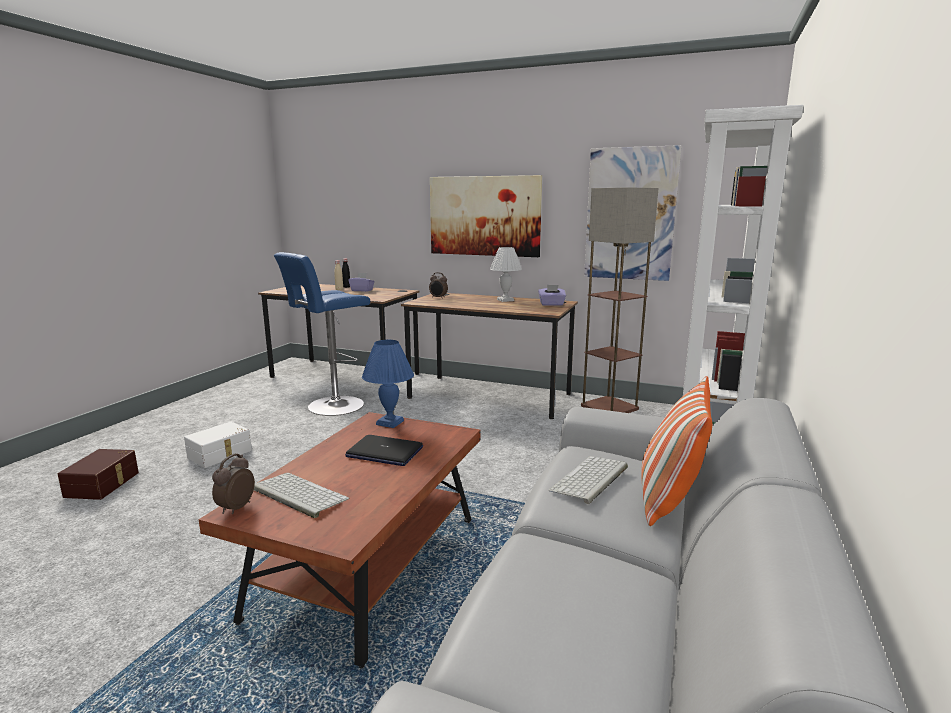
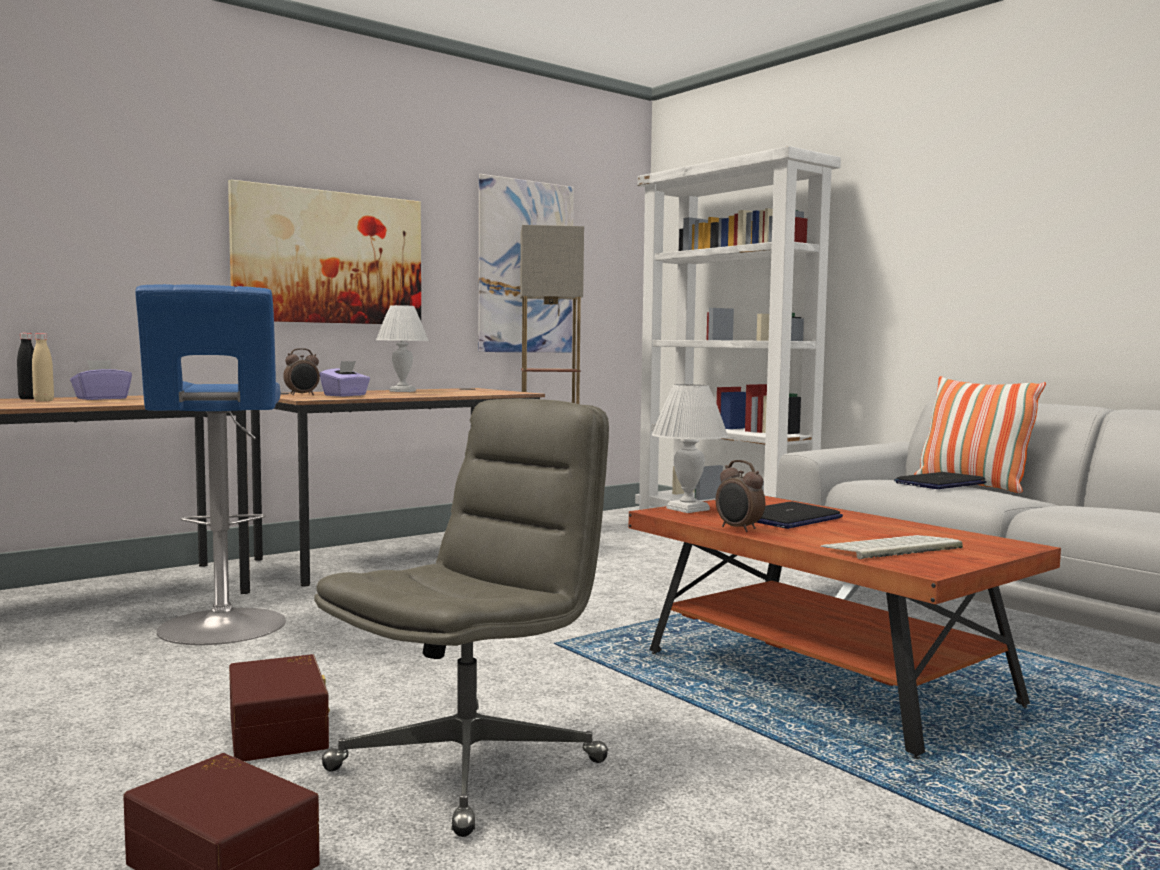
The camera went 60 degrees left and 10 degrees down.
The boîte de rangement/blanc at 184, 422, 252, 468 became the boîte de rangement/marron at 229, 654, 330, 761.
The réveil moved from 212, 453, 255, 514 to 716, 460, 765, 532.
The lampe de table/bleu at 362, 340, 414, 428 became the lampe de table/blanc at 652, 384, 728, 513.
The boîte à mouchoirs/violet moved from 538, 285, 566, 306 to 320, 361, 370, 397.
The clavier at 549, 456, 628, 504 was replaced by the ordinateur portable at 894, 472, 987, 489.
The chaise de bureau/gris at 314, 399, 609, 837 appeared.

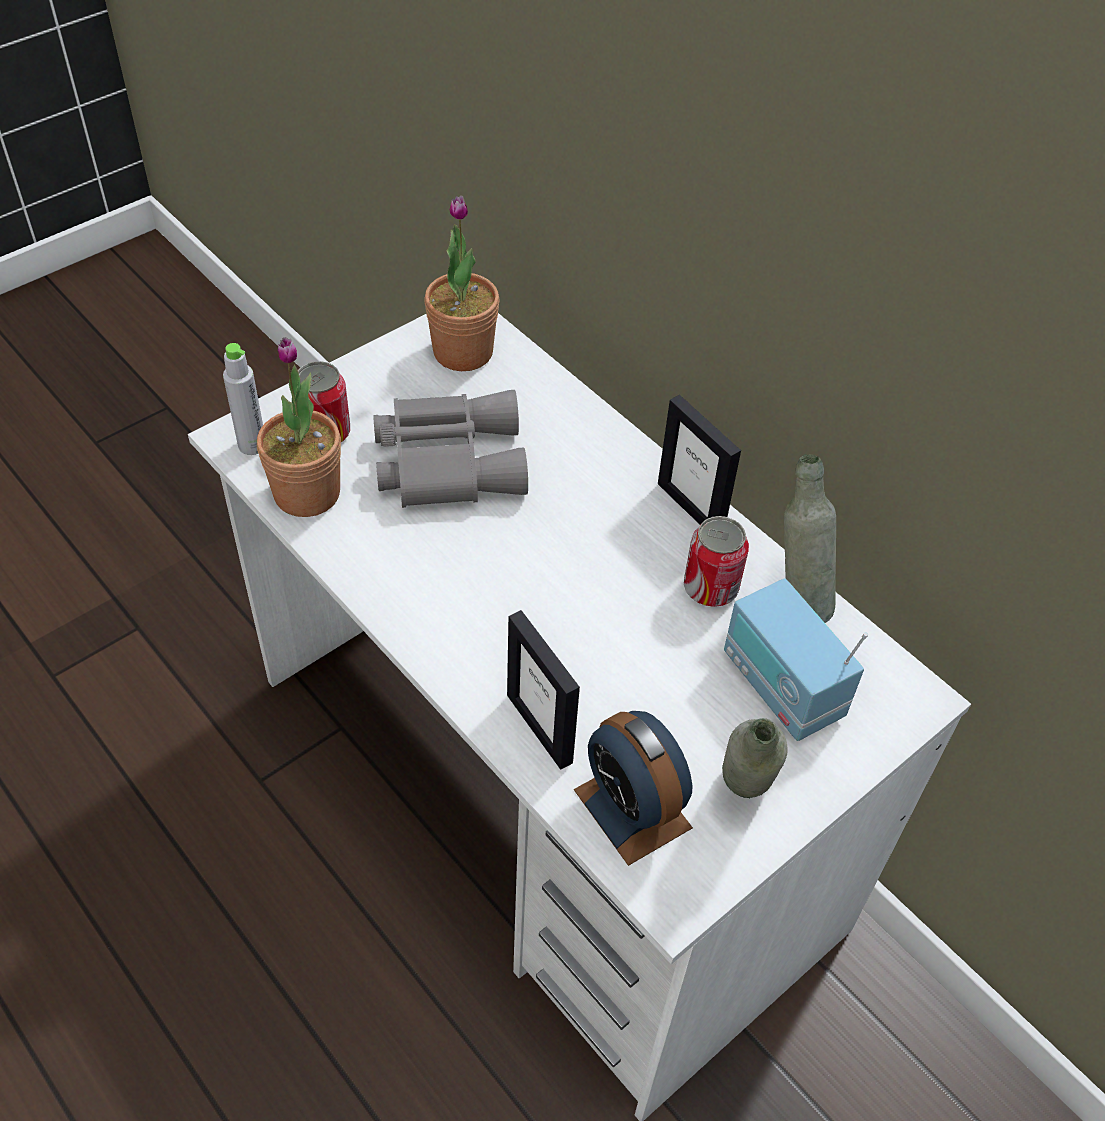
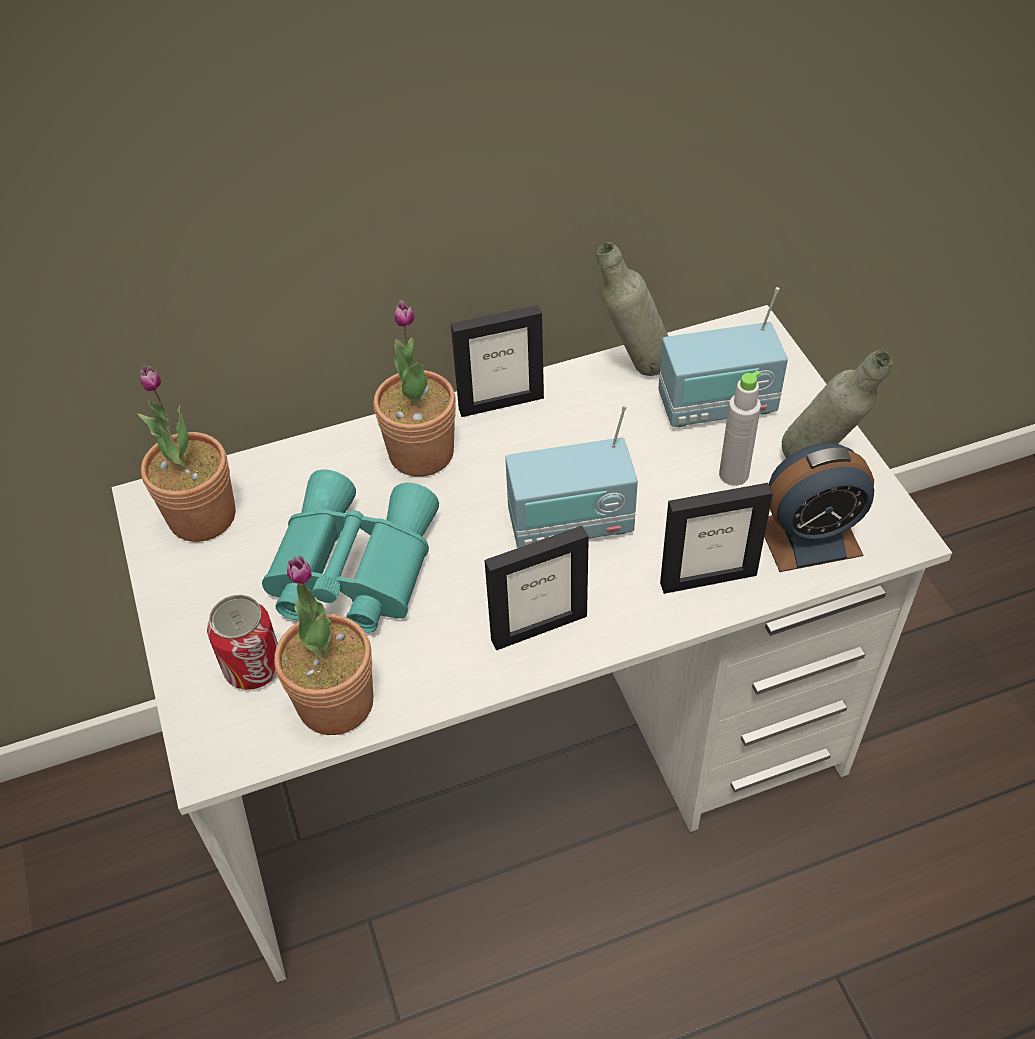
The camera went 65 degrees left and 0 degrees up.
The bouteille/gris moved from 223, 343, 263, 455 to 719, 371, 761, 486.
The jumelles/gris at 373, 390, 528, 508 became the jumelles/turquoise at 262, 469, 439, 633.
The boîte métallique at 684, 516, 749, 607 disappeared.
The plante en pot at 374, 300, 456, 477 appeared.
The cadre photo at 484, 526, 589, 650 appeared.
The radio at 505, 405, 638, 548 appeared.

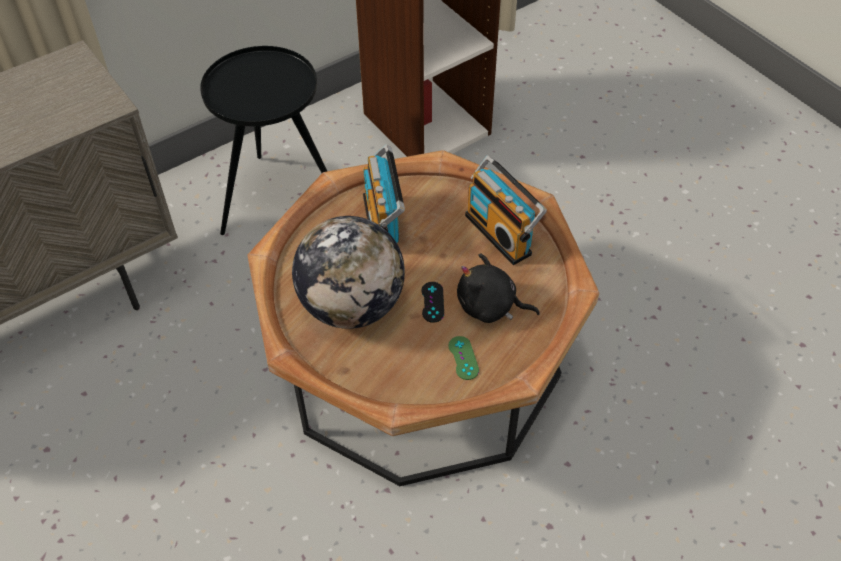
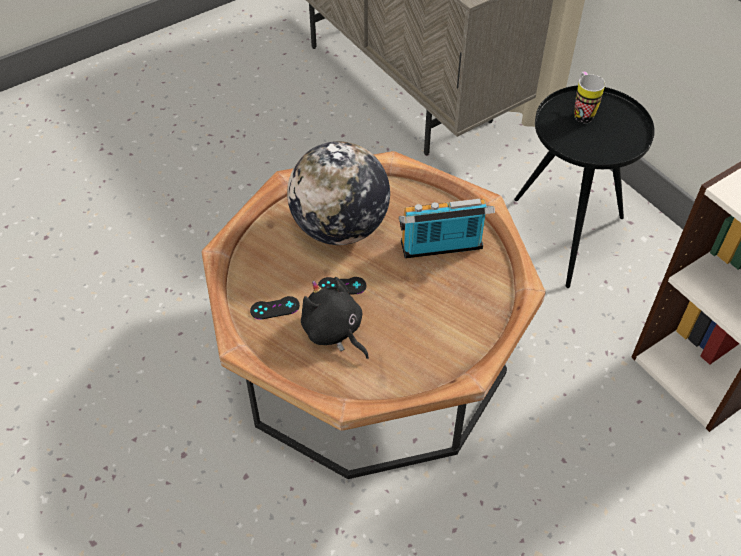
The camera went 90 degrees right and 0 degrees up.
The manette/vert at 448, 336, 479, 380 became the manette/noir at 250, 296, 300, 320.
The peluche/noir at 457, 254, 540, 323 turned 60 degrees counterclockwise.
The radio at 465, 156, 547, 265 disappeared.
The mug at 575, 72, 605, 123 appeared.

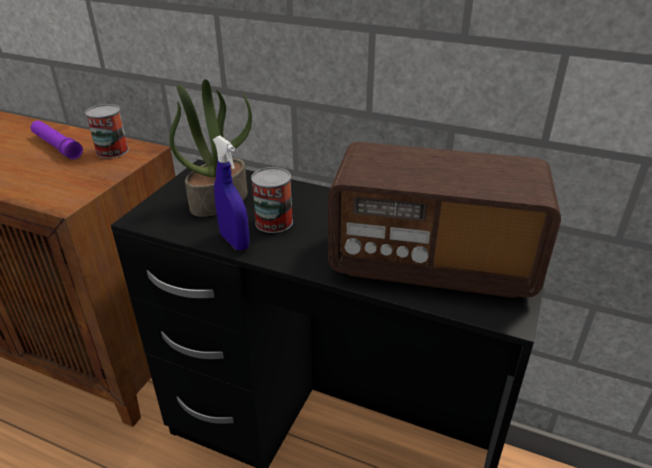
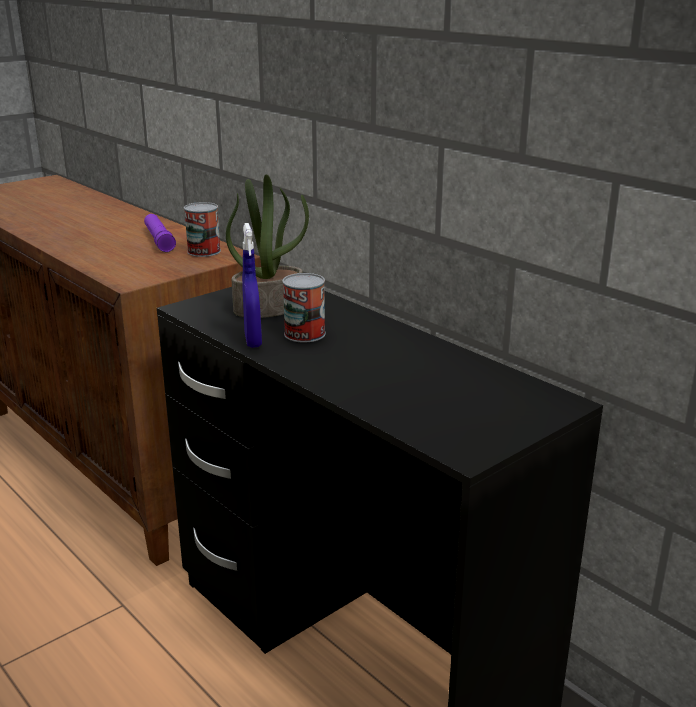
The camera went 25 degrees right and 10 degrees down.
The radio at 328, 142, 561, 298 disappeared.

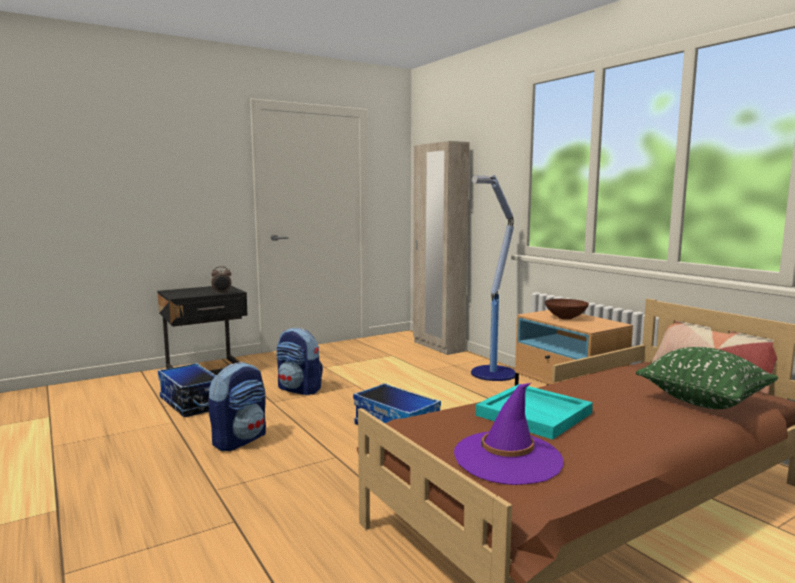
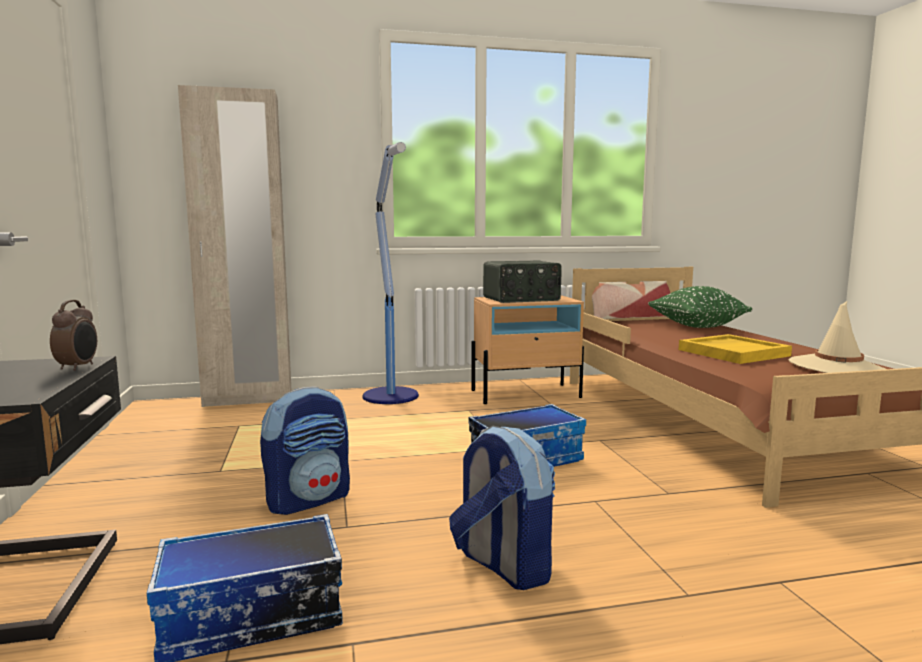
The camera went 70 degrees left and 0 degrees up.
The chapeau/violet at 454, 383, 563, 485 became the chapeau/beige at 789, 301, 885, 373.
The plateau/turquoise at 476, 384, 593, 440 became the plateau/jaune at 679, 334, 792, 364.
The bol/marron at 545, 299, 589, 320 was replaced by the radio at 483, 261, 562, 303.

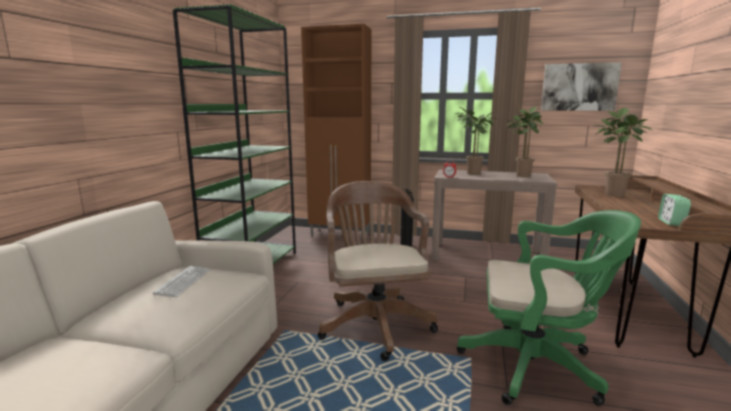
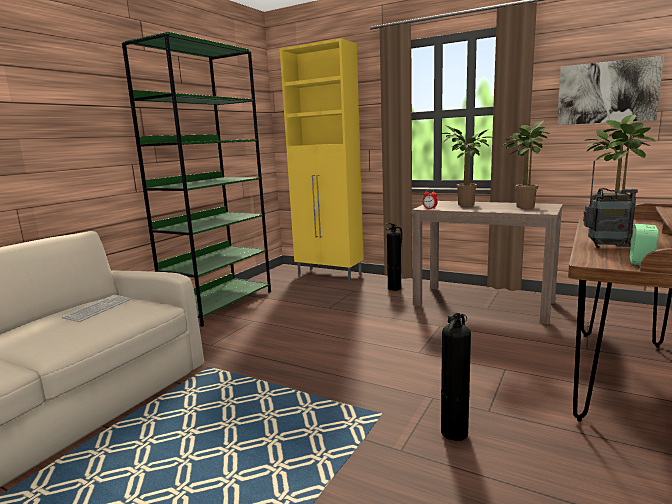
The camera went 15 degrees right and 0 degrees up.
The meuble de rangement/marron at 301, 24, 371, 240 became the meuble de rangement/jaune at 280, 38, 364, 281.
The chaise de bureau/marron at 318, 181, 438, 361 disappeared.
The chaise de bureau/vert at 457, 210, 641, 406 was replaced by the extincteur at 441, 312, 471, 441.
The radio at 583, 161, 638, 248 appeared.

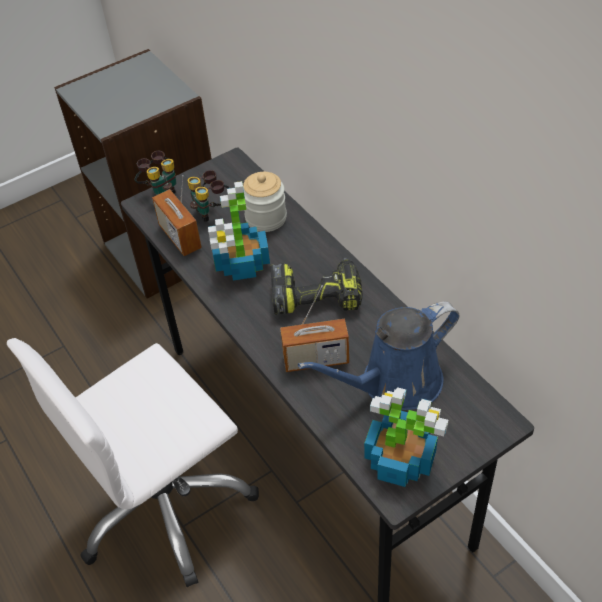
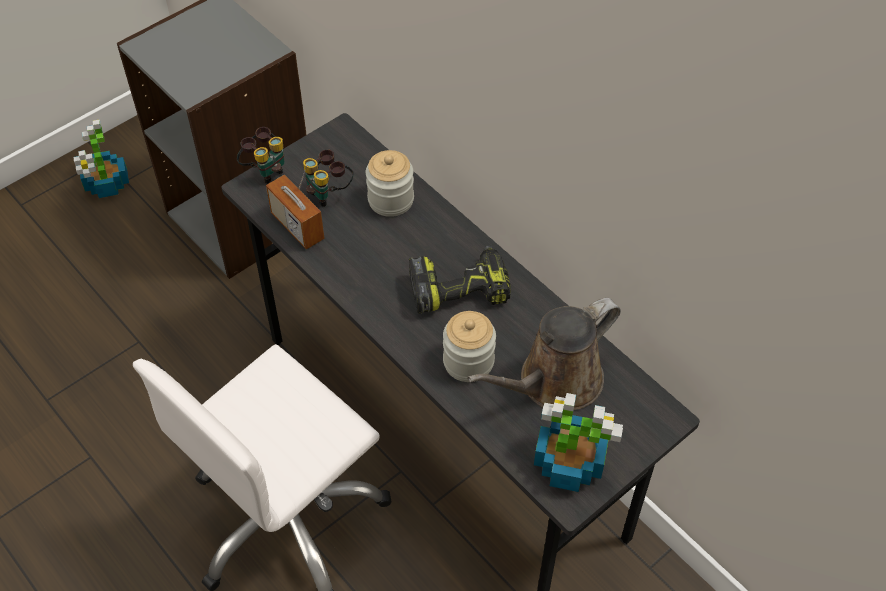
The camera went 10 degrees left and 5 degrees up.
The plante en pot moved from 208, 181, 270, 281 to 74, 120, 129, 198.
The radio at 280, 285, 349, 372 was replaced by the bocal at 443, 311, 496, 382.
The arrosoir/bleu at 298, 301, 460, 410 became the arrosoir/marron at 467, 298, 621, 410.

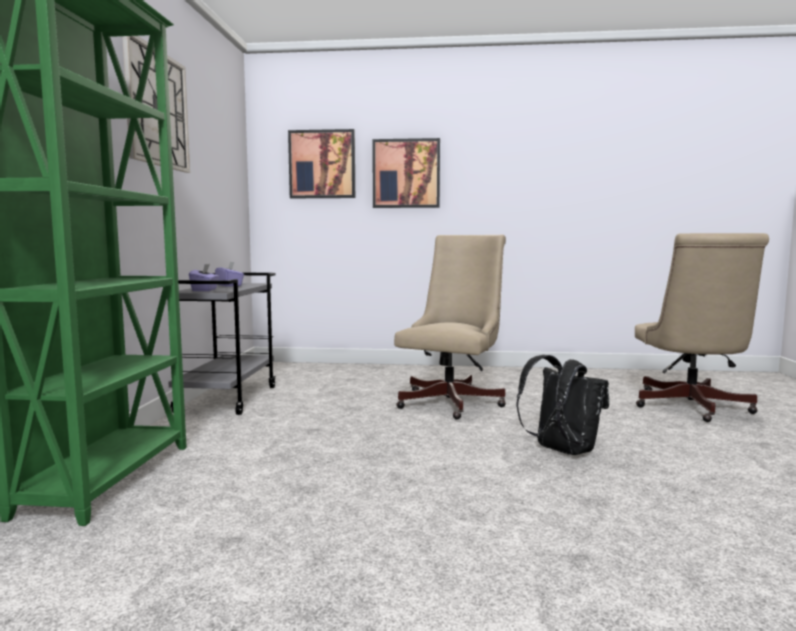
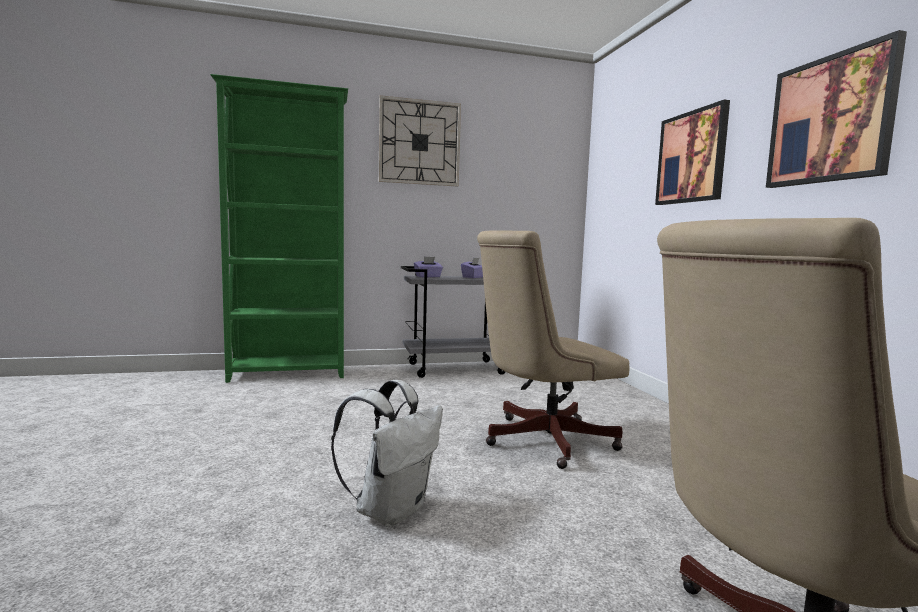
The camera went 70 degrees right and 0 degrees up.
The tableau moved from 288, 129, 355, 198 to 766, 30, 907, 188.
The chaise de bureau/beige at 394, 235, 506, 420 turned 150 degrees clockwise.
The sac à dos/noir at 516, 355, 609, 455 became the sac à dos/blanc at 331, 380, 443, 526.

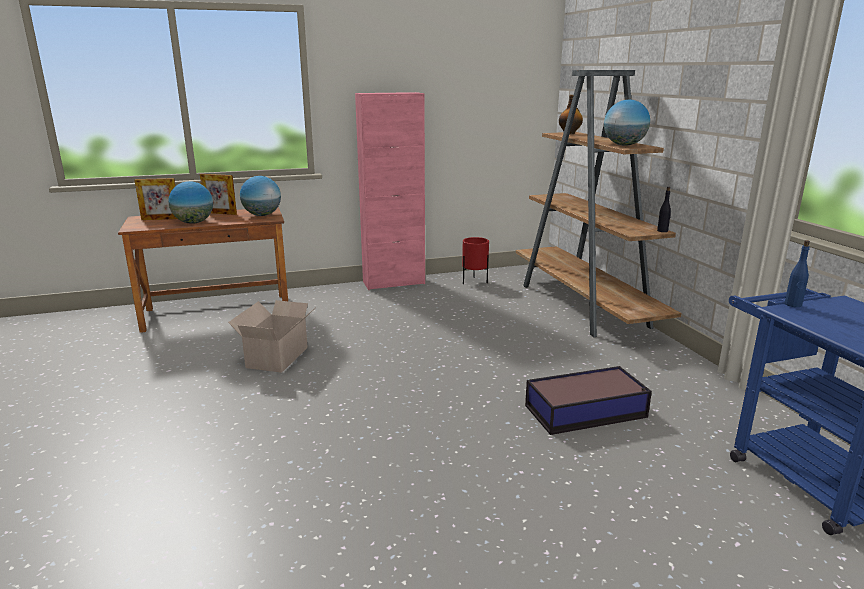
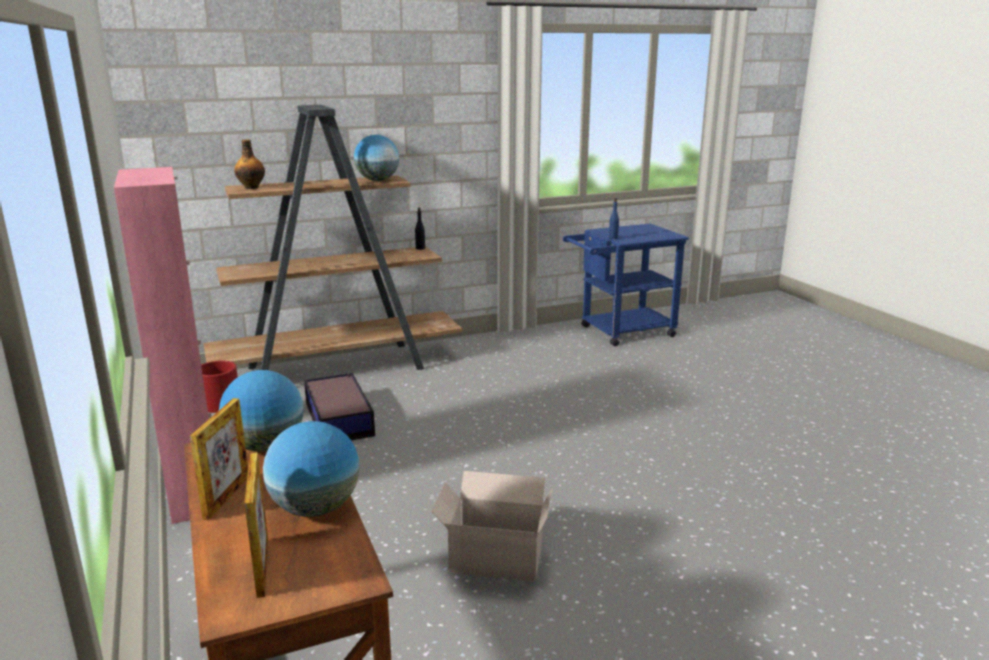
The camera went 95 degrees left and 0 degrees up.
The boîte de rangement moved from 525, 366, 652, 435 to 304, 373, 375, 440.

